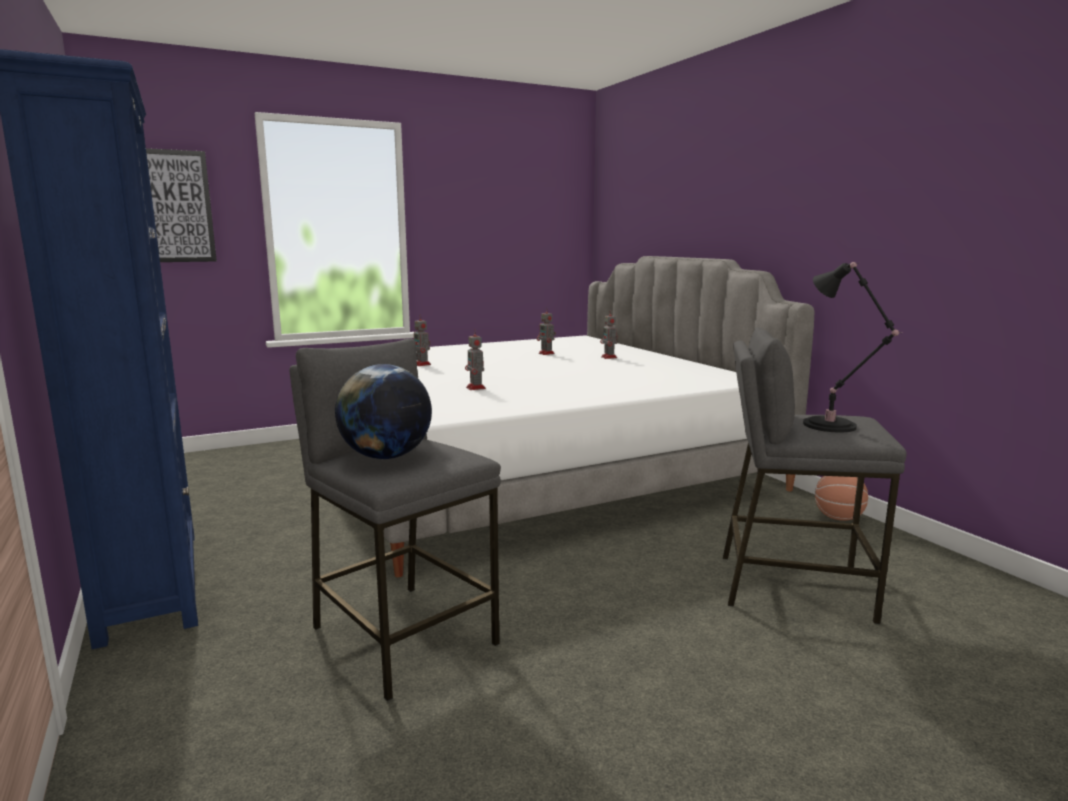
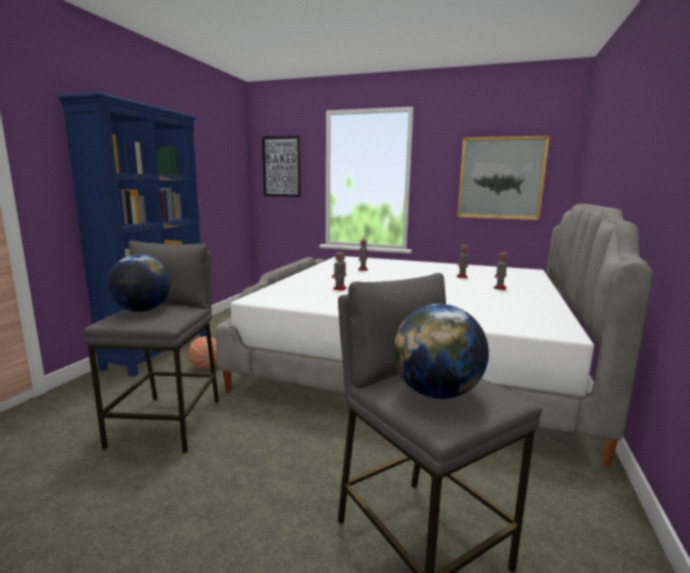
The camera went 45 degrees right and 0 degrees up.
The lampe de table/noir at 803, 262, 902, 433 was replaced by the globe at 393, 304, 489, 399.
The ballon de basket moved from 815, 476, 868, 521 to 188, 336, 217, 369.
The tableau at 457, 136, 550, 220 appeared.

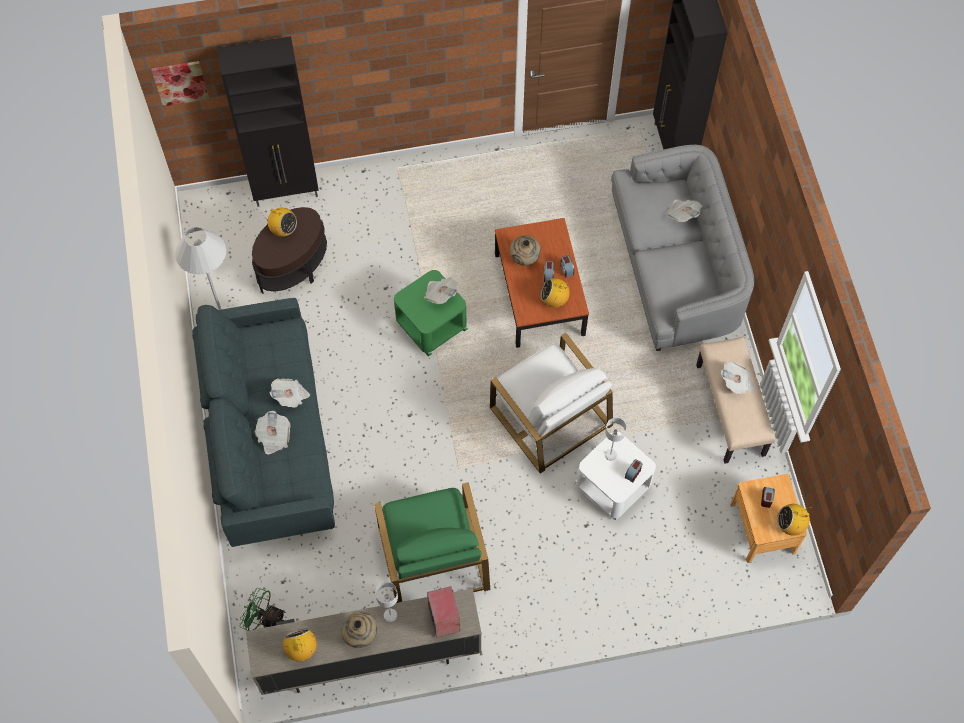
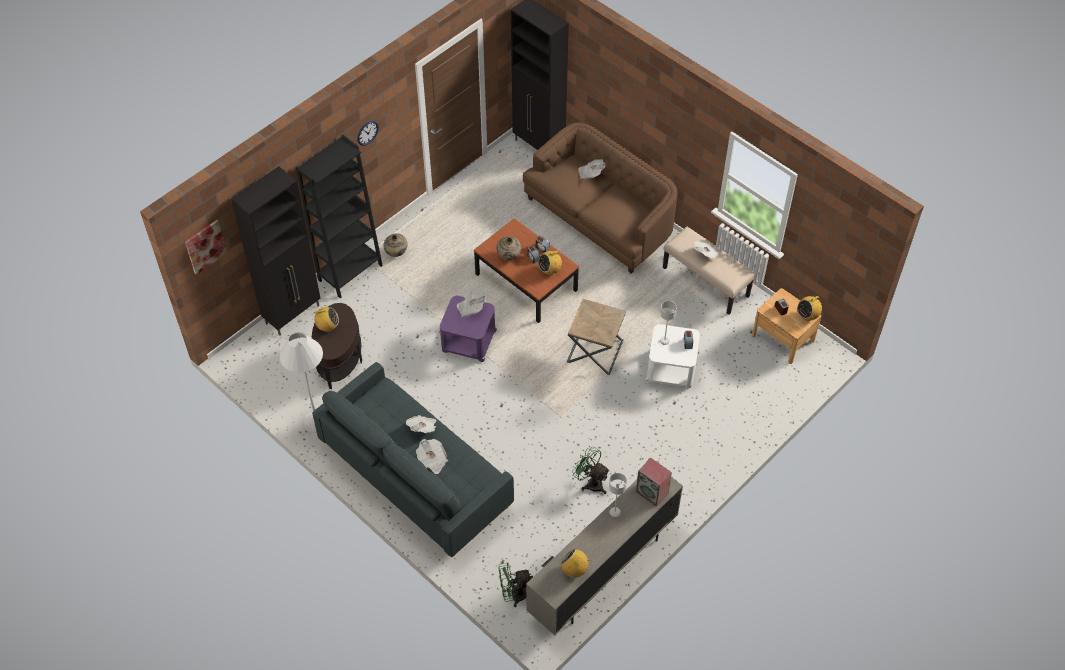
The camera went 35 degrees left and 10 degrees down.
The vase/beige moved from 341, 612, 377, 648 to 383, 233, 408, 257.
The fauteuil/vert at 374, 482, 490, 603 was replaced by the ventilateur/vert at 572, 446, 610, 494.
The table d'appoint/vert at 394, 270, 468, 356 became the table d'appoint/violet at 440, 296, 497, 362.
The fauteuil/blanc at 490, 333, 613, 474 was replaced by the table d'appoint/marron at 567, 299, 626, 375.
The canapé/gris at 611, 145, 754, 351 became the canapé/marron at 523, 122, 677, 273.
The bibliothèque/noir at 296, 135, 383, 298 appeared.
The horloge murale at 357, 121, 379, 146 appeared.

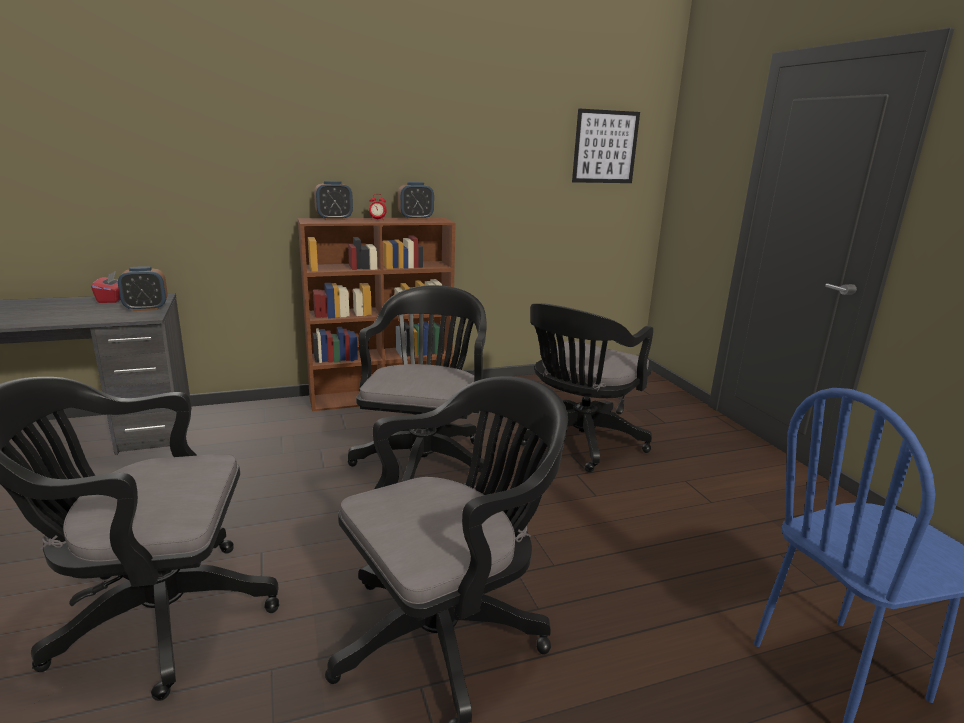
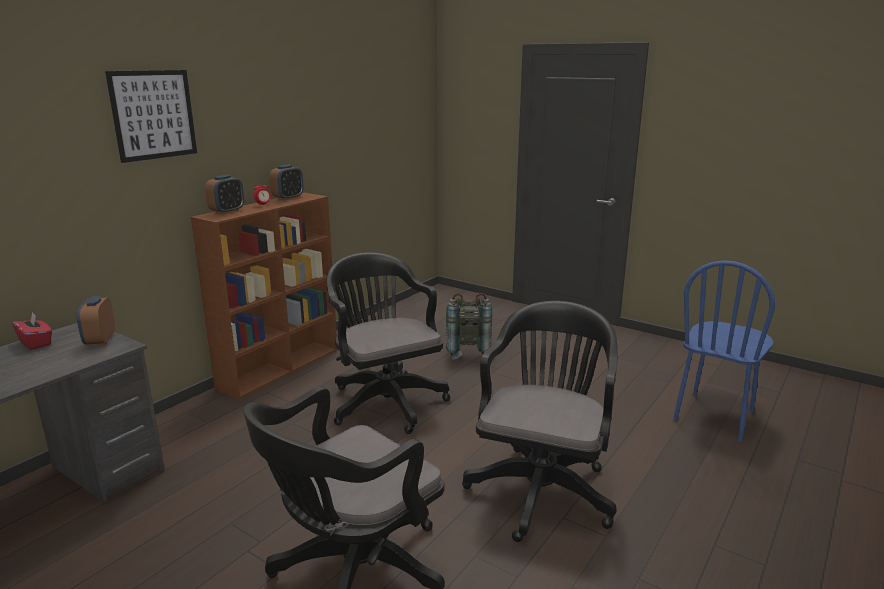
The camera went 35 degrees left and 0 degrees up.
The réveil at 118, 266, 168, 311 turned 135 degrees clockwise.
The chaise de bureau/noir at 521, 303, 653, 472 was replaced by the sac à dos/gris at 446, 293, 492, 360.
The tableau moved from 572, 109, 640, 183 to 105, 70, 197, 163.

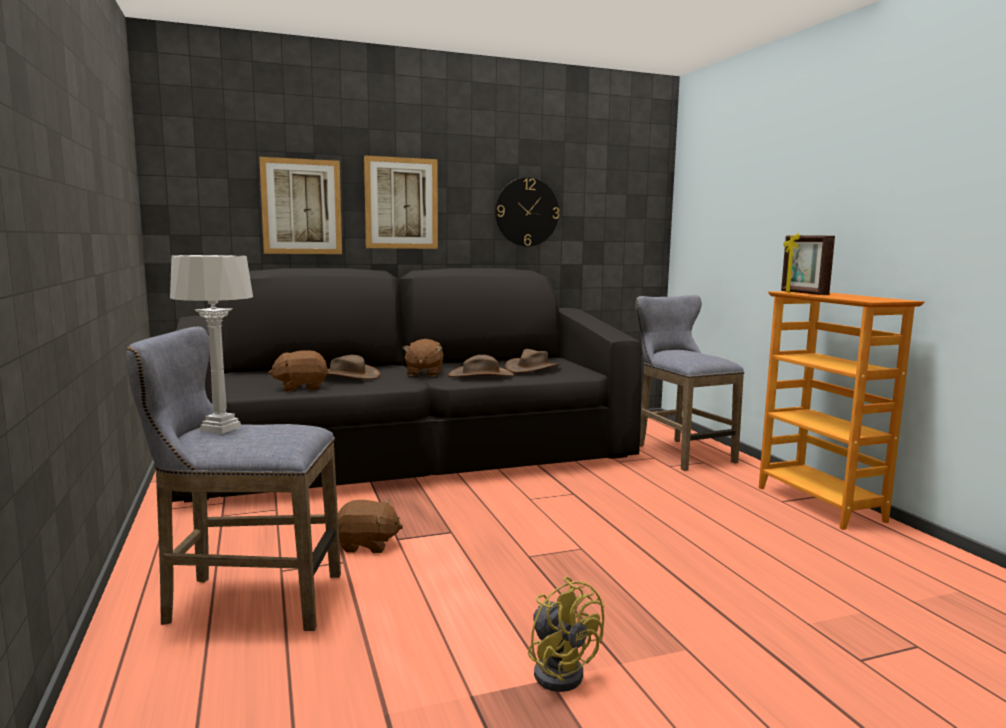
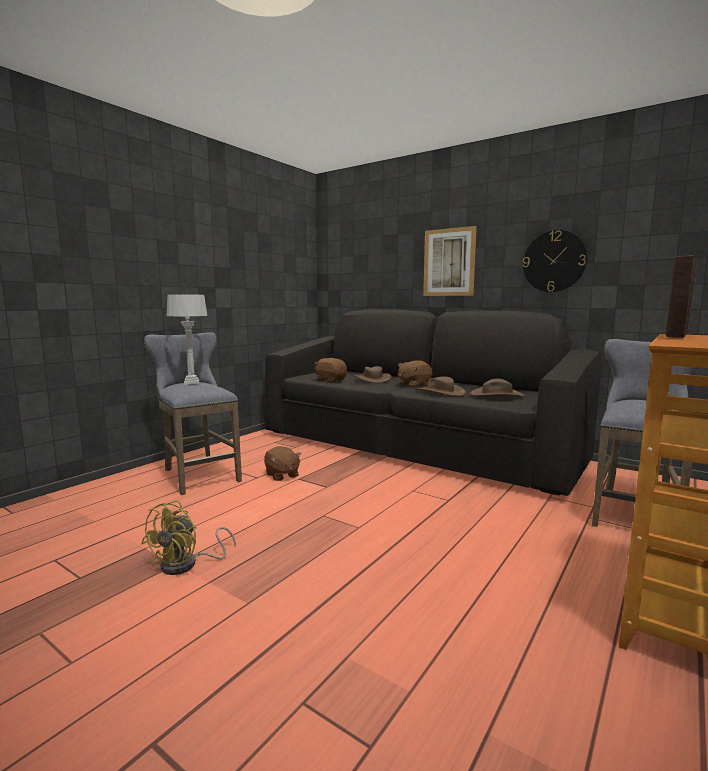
The camera went 55 degrees right and 0 degrees up.
The tableau at 259, 157, 342, 254 disappeared.

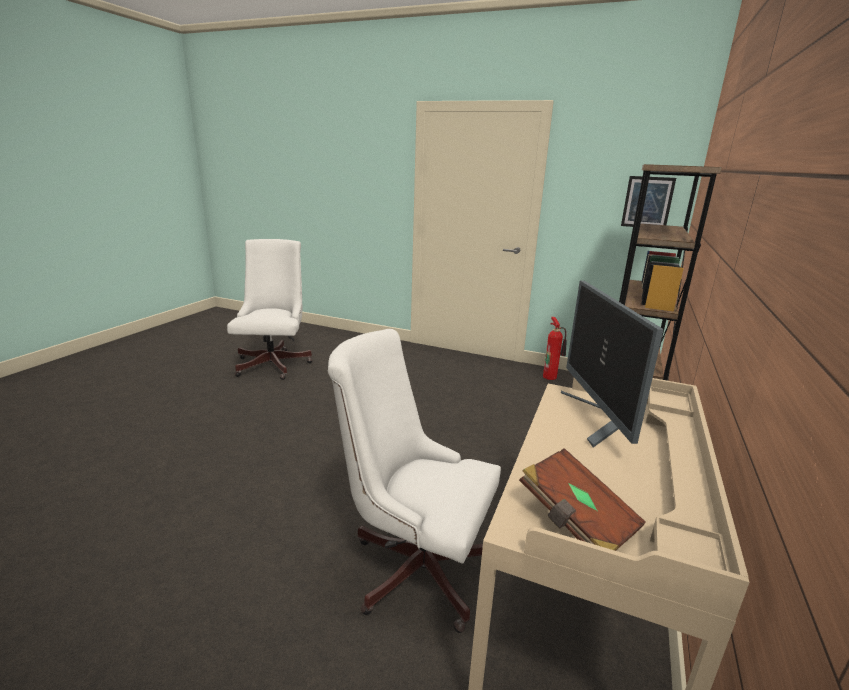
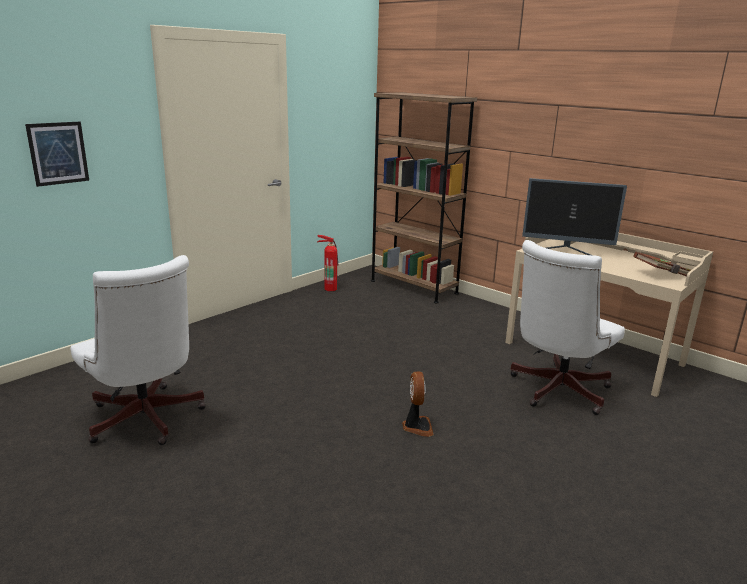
The camera went 70 degrees left and 0 degrees up.
The chaise de bureau/blanc at 227, 239, 313, 380 turned 150 degrees counterclockwise.
The tableau moved from 621, 176, 676, 227 to 25, 122, 89, 187.
The ventilateur at 402, 371, 434, 437 appeared.

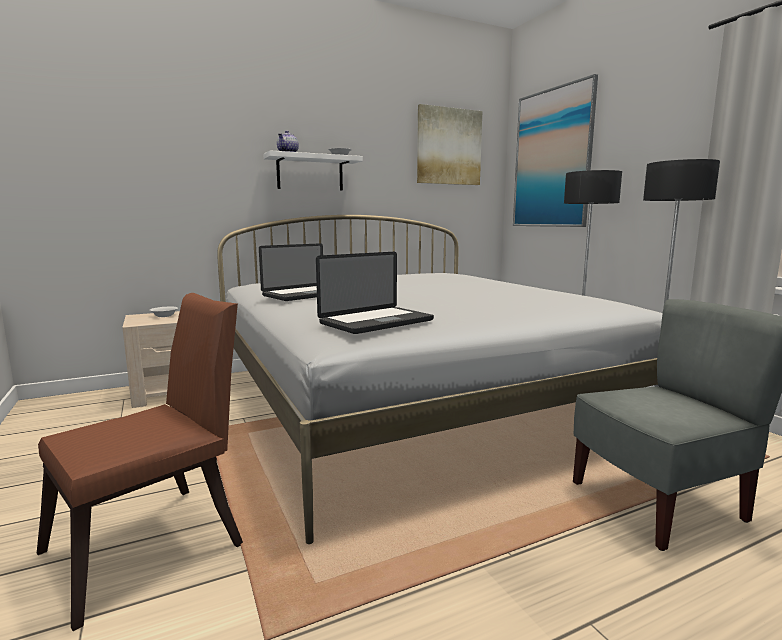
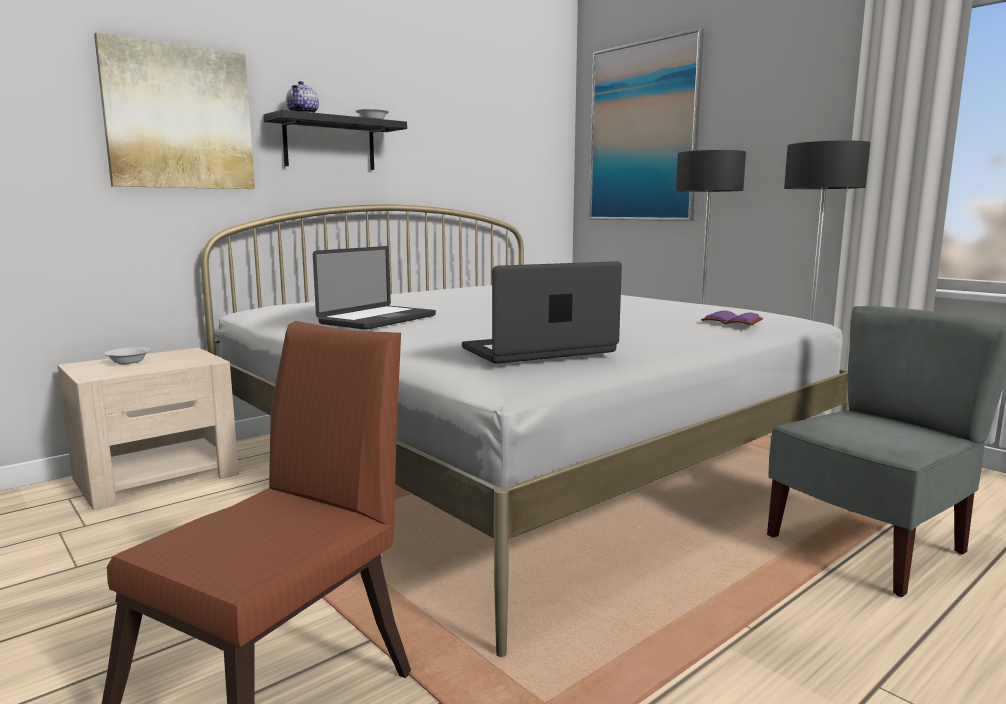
The camera went 15 degrees left and 0 degrees up.
The étagère/blanc at 263, 150, 363, 191 became the étagère/noir at 264, 110, 407, 170.
The ordinateur portable at 316, 252, 434, 334 turned 150 degrees counterclockwise.
The tableau moved from 417, 104, 482, 185 to 94, 32, 255, 189.
The livre/violet at 701, 310, 763, 325 appeared.

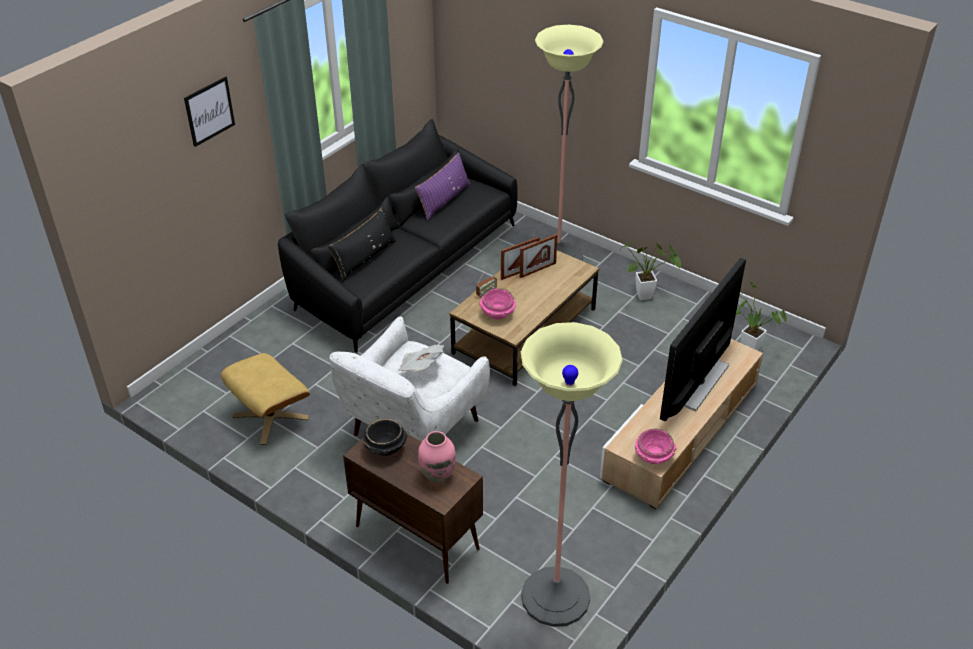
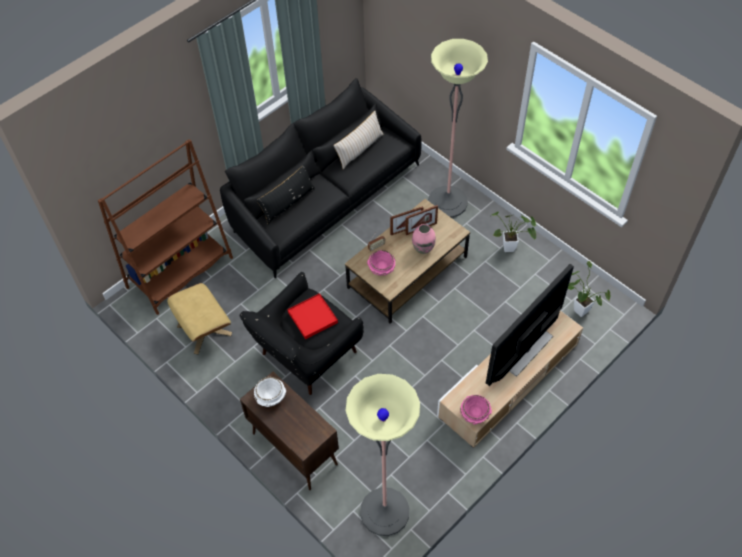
The camera went 10 degrees right and 15 degrees up.
The tableau at 184, 76, 235, 147 disappeared.
The fauteuil/blanc at 330, 317, 490, 442 became the fauteuil/noir at 240, 272, 364, 395.
The bol/noir at 363, 419, 407, 456 became the bol/blanc at 254, 377, 286, 407.
The journal at 398, 345, 444, 372 was replaced by the plateau/rouge at 287, 293, 338, 339.
The coussin/violet at 415, 152, 470, 221 became the coussin/beige at 333, 111, 384, 169.
The vase/rose moved from 418, 431, 456, 483 to 412, 224, 436, 254.
The bibliothèque/marron at 98, 139, 233, 315 appeared.

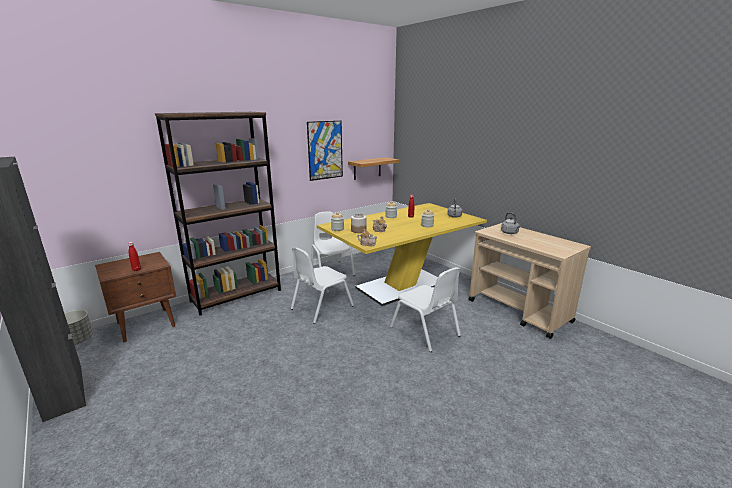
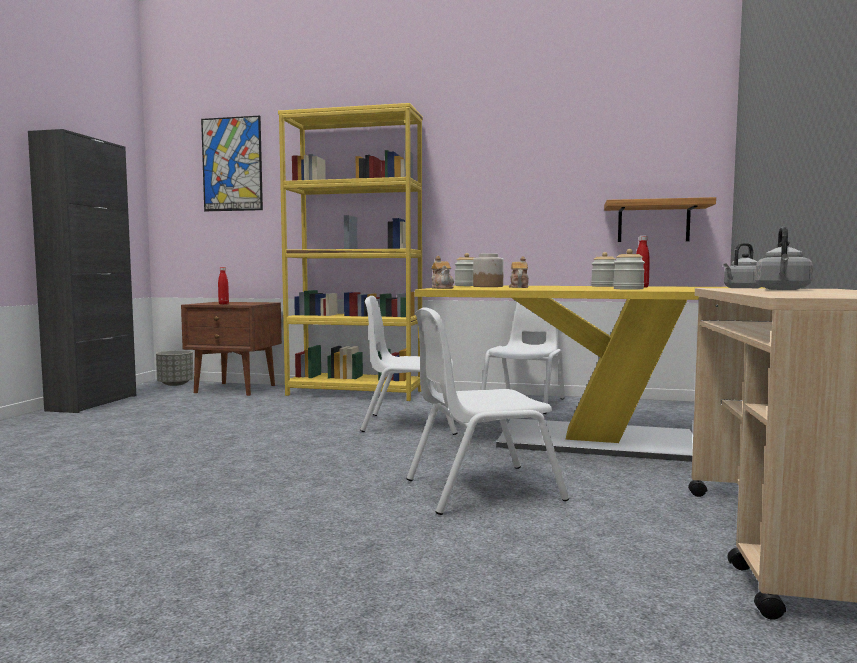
The camera went 50 degrees right and 15 degrees down.
The bibliothèque/marron at 155, 112, 281, 315 became the bibliothèque/jaune at 278, 103, 423, 401.
The tableau moved from 307, 121, 343, 181 to 201, 116, 263, 211.
The chaise/blanc at 390, 267, 461, 352 turned 60 degrees clockwise.

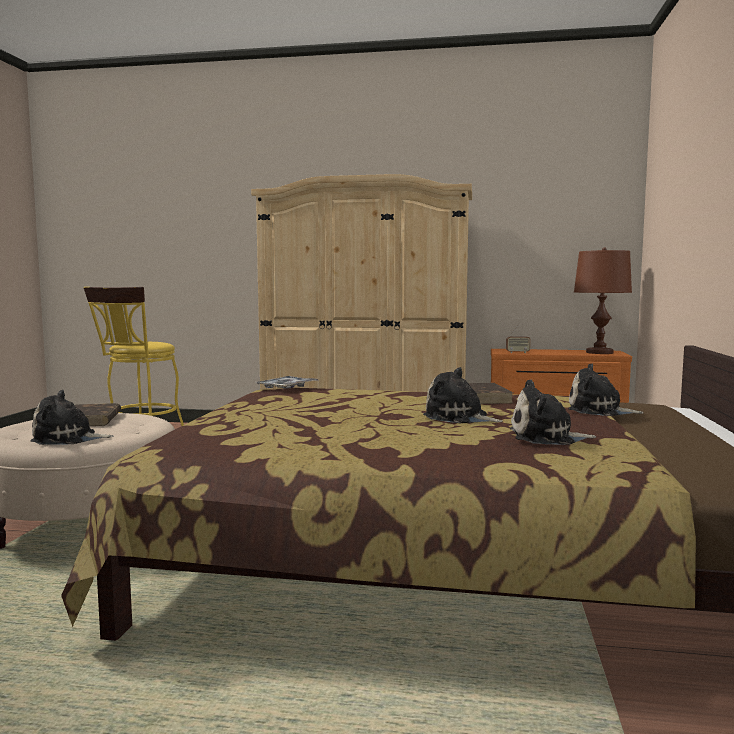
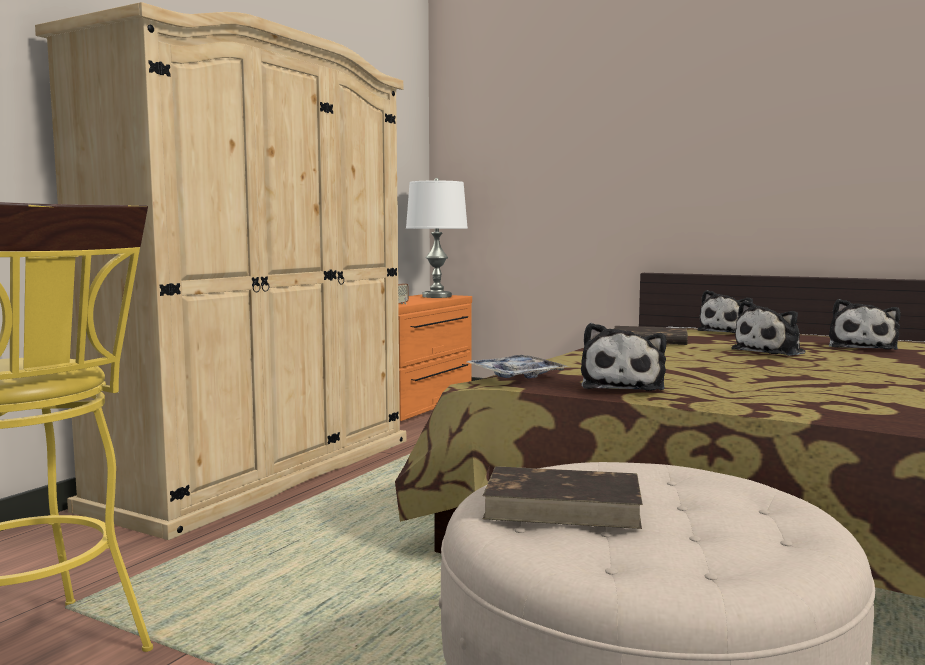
The camera went 70 degrees left and 0 degrees up.
The peluche moved from 30, 390, 114, 445 to 581, 323, 667, 391.
The lampe de table/marron at 574, 247, 632, 354 became the lampe de table/blanc at 406, 178, 468, 298.

